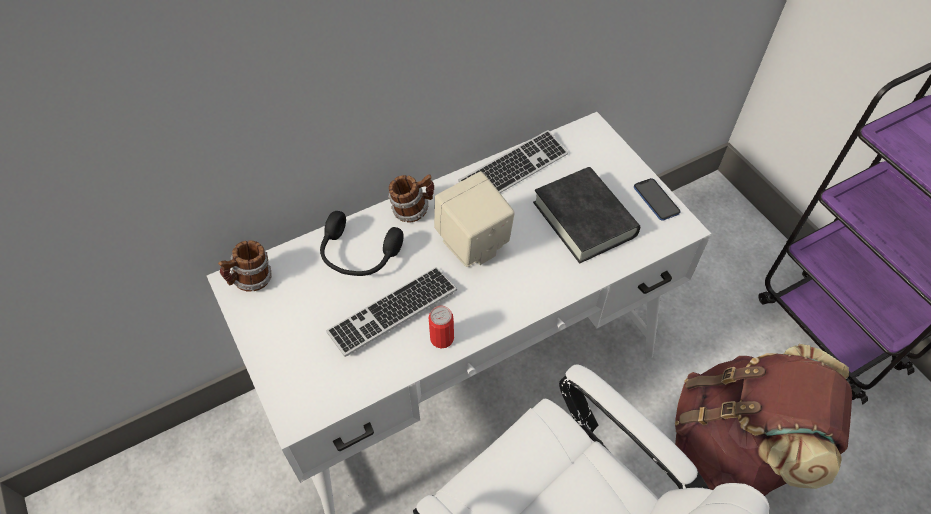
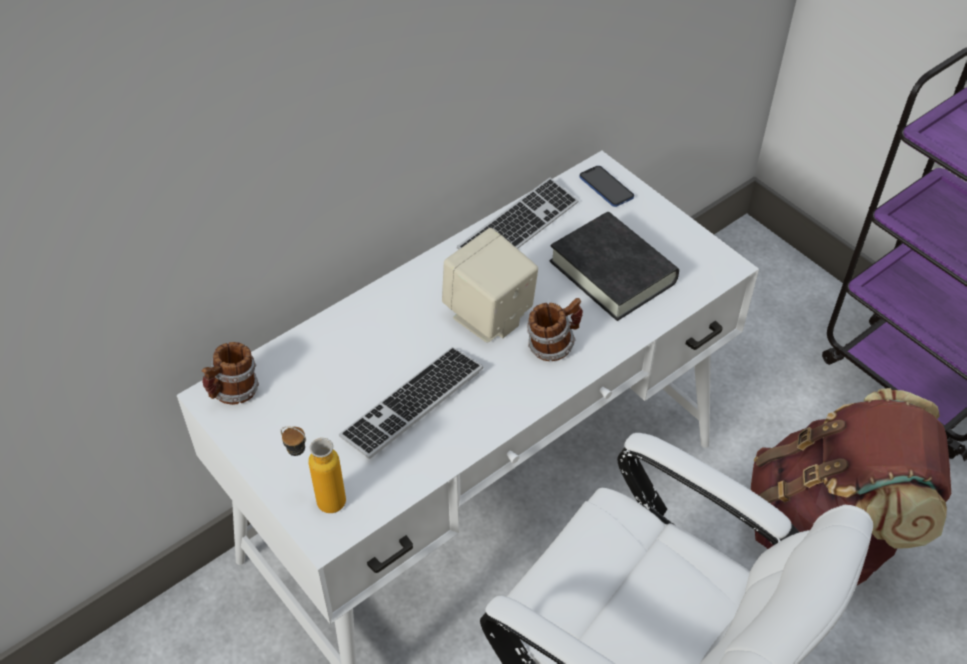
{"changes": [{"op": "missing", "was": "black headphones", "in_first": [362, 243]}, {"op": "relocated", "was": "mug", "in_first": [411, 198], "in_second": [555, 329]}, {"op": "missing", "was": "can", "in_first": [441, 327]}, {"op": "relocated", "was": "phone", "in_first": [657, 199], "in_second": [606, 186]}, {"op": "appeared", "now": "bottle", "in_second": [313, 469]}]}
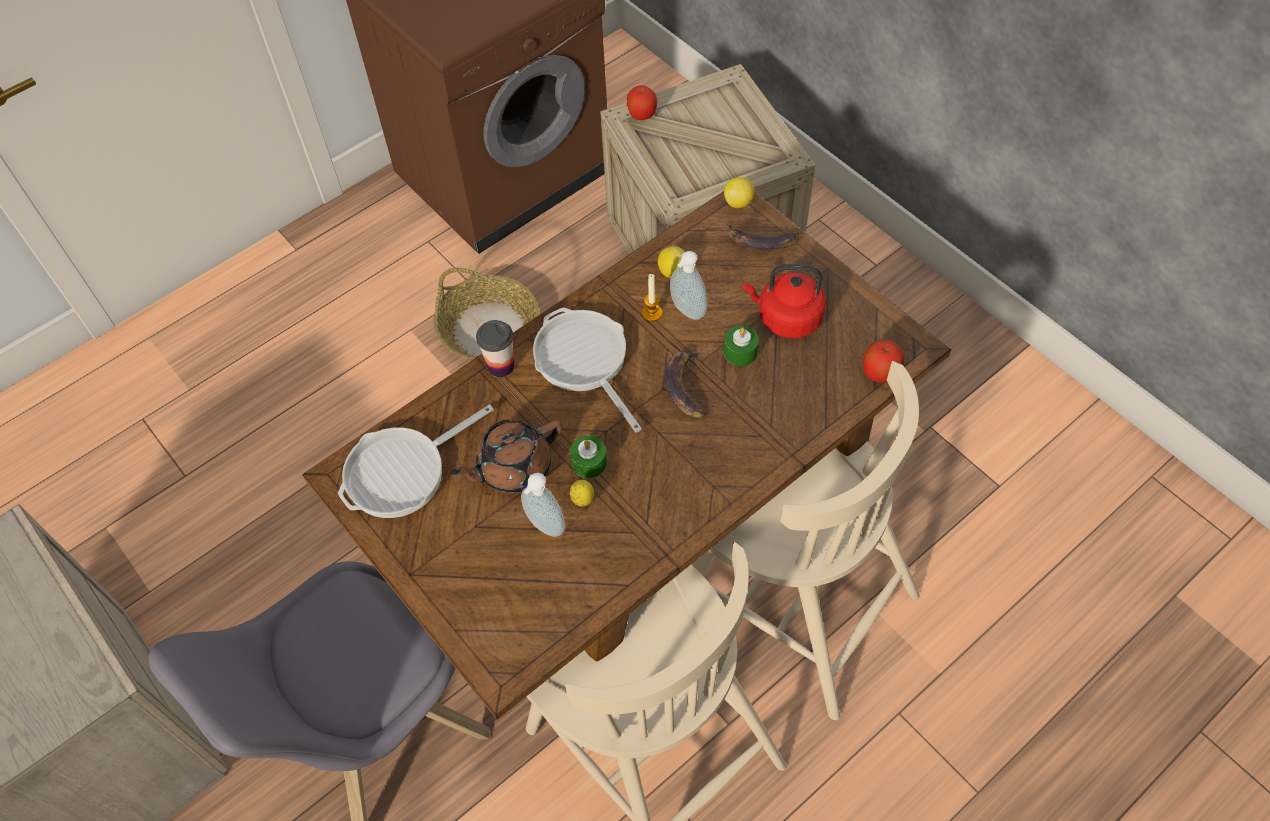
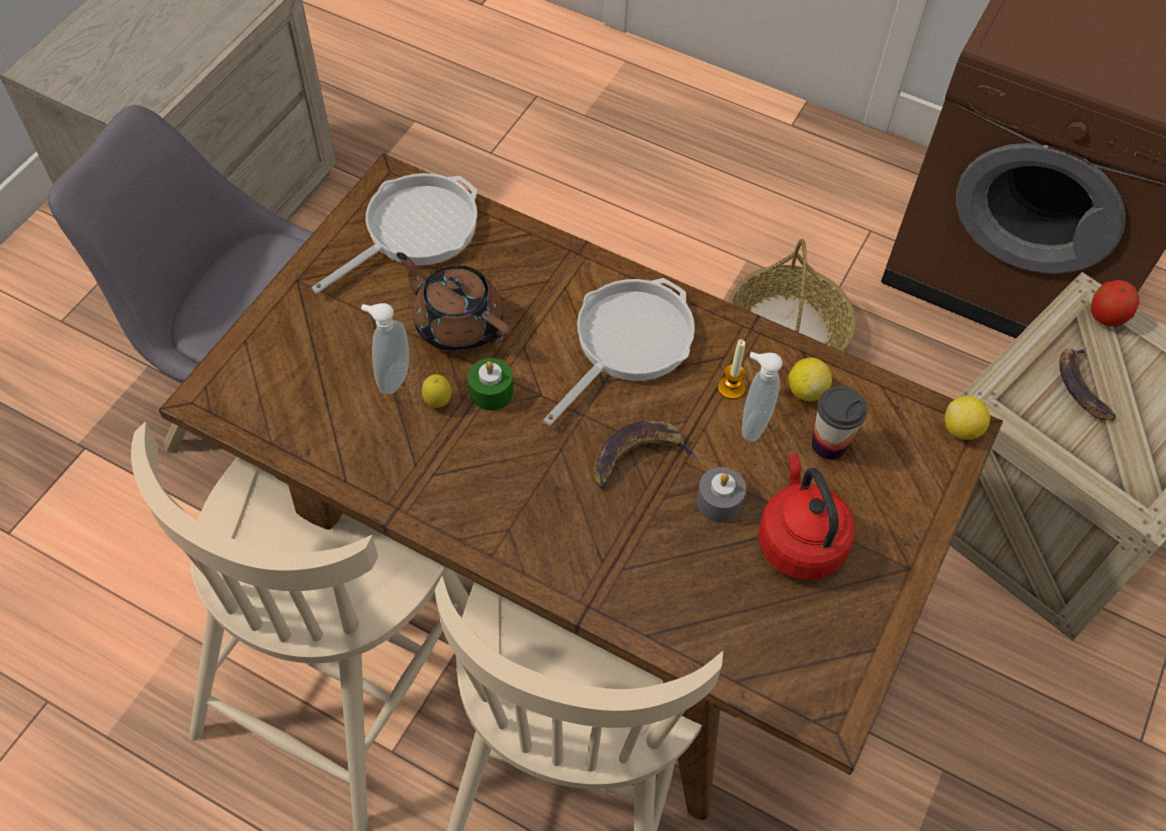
{"changes": [{"op": "spun", "was": "frying pan", "in_first": [416, 461], "in_second": [395, 233], "clockwise": 105}, {"op": "relocated", "was": "cup", "in_first": [495, 348], "in_second": [840, 423]}, {"op": "colour", "was": "green candle", "now": "grey candle", "in_first": [741, 346], "in_second": [721, 494]}, {"op": "relocated", "was": "banana", "in_first": [763, 236], "in_second": [1087, 384]}, {"op": "missing", "was": "apple", "in_first": [883, 361]}]}
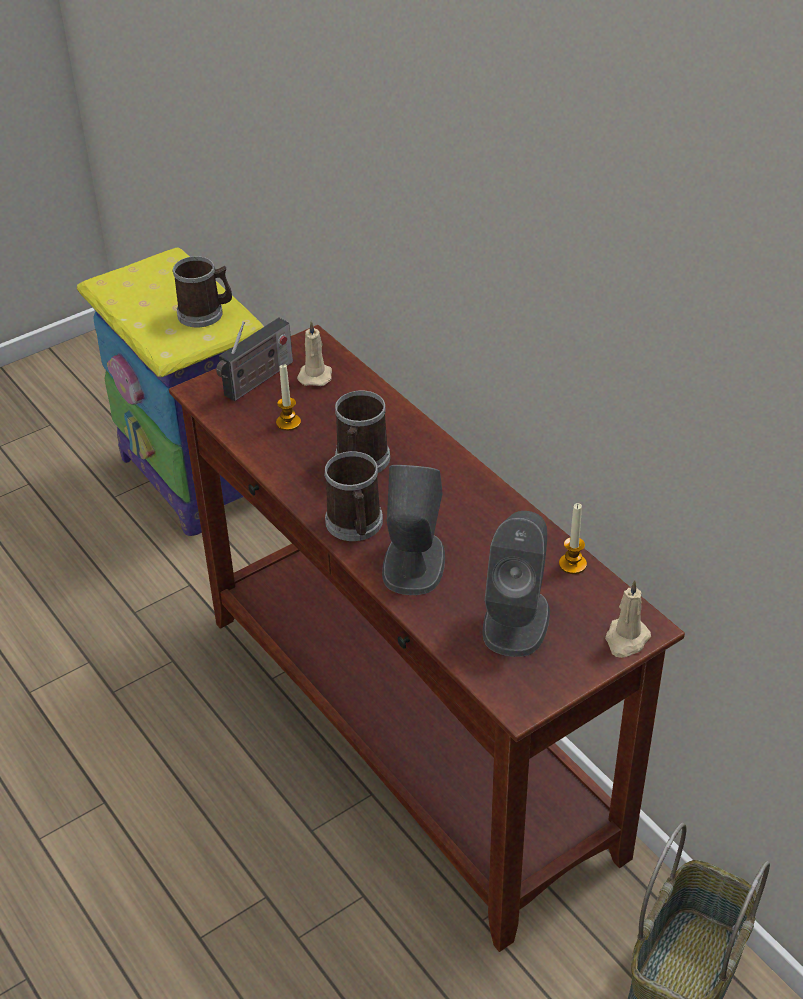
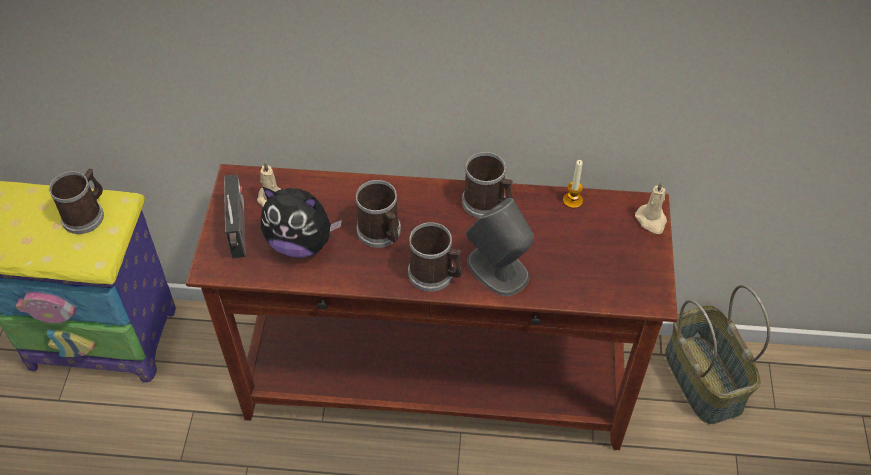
{"changes": [{"op": "exchanged", "was": "candle", "now": "plush toy", "in_first": [288, 397], "in_second": [301, 222]}, {"op": "missing", "was": "grey speaker", "in_first": [516, 584]}, {"op": "appeared", "now": "mug", "in_second": [487, 185]}]}
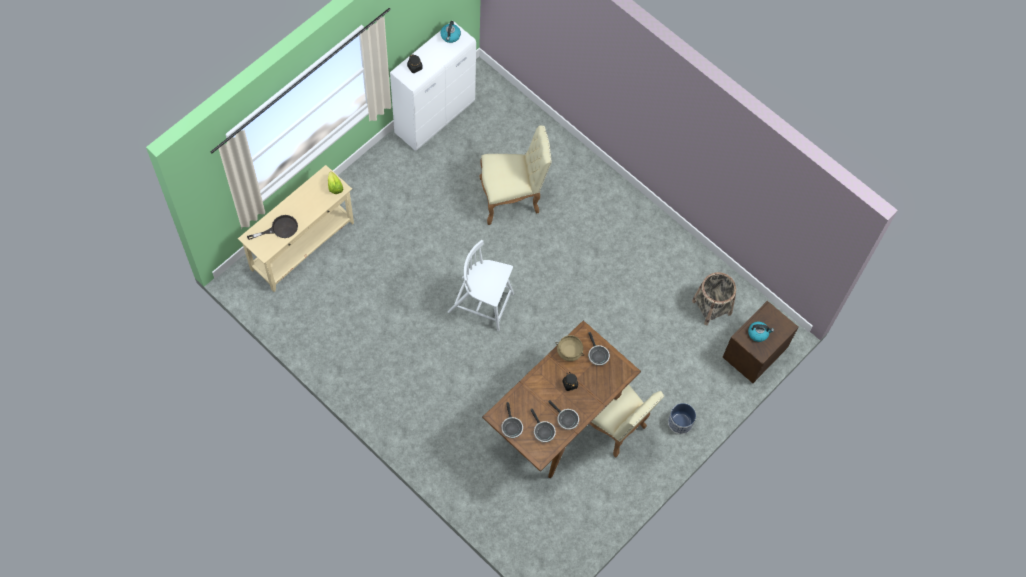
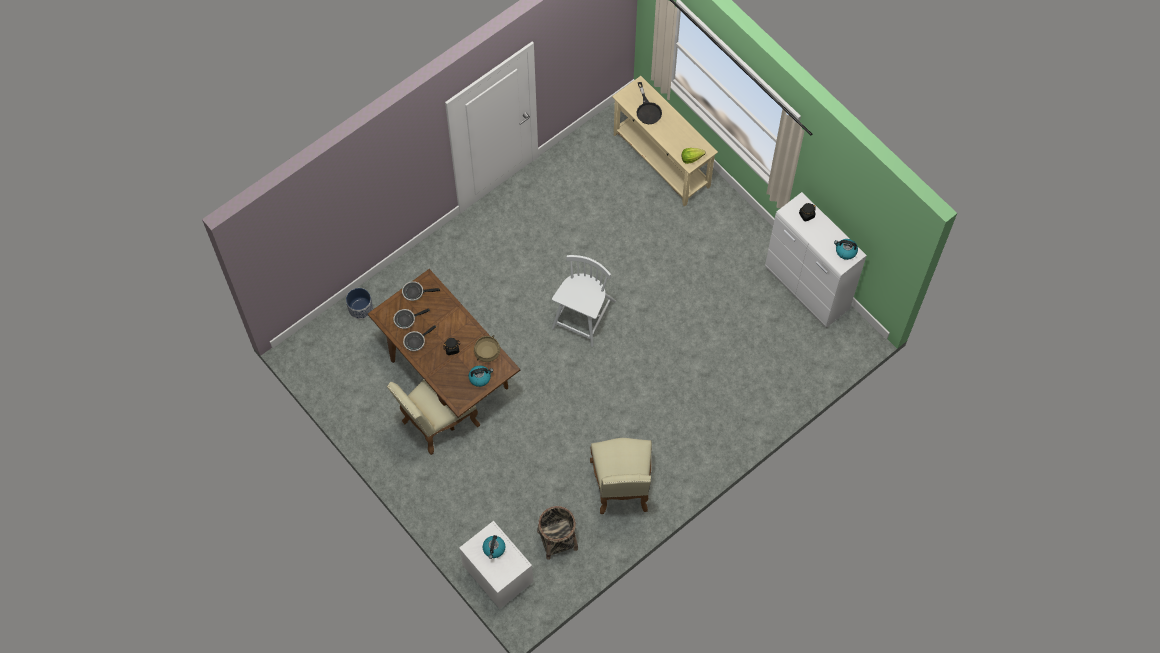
{"changes": [{"op": "relocated", "was": "beige chair", "in_first": [515, 175], "in_second": [621, 476]}, {"op": "exchanged", "was": "frying pan", "now": "kettle", "in_first": [599, 349], "in_second": [481, 376]}, {"op": "relocated", "was": "planter", "in_first": [682, 418], "in_second": [359, 303]}, {"op": "colour", "was": "brown nightstand", "now": "white nightstand", "in_first": [760, 342], "in_second": [496, 565]}]}
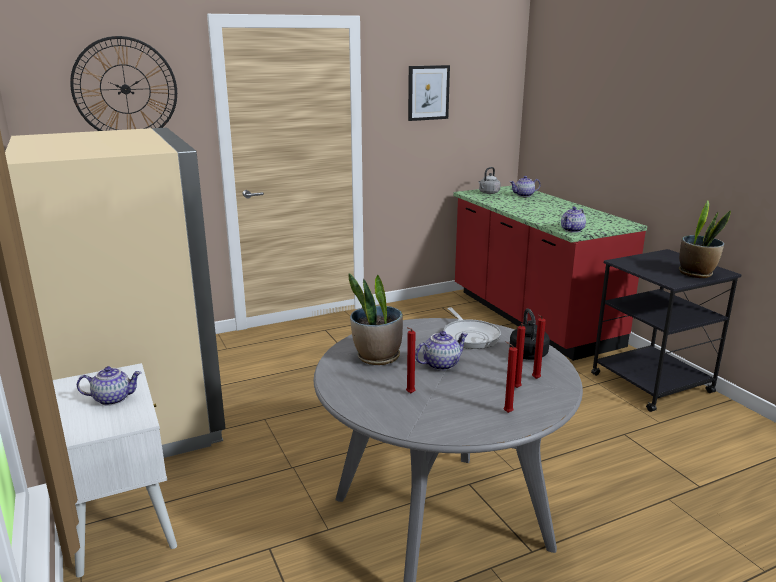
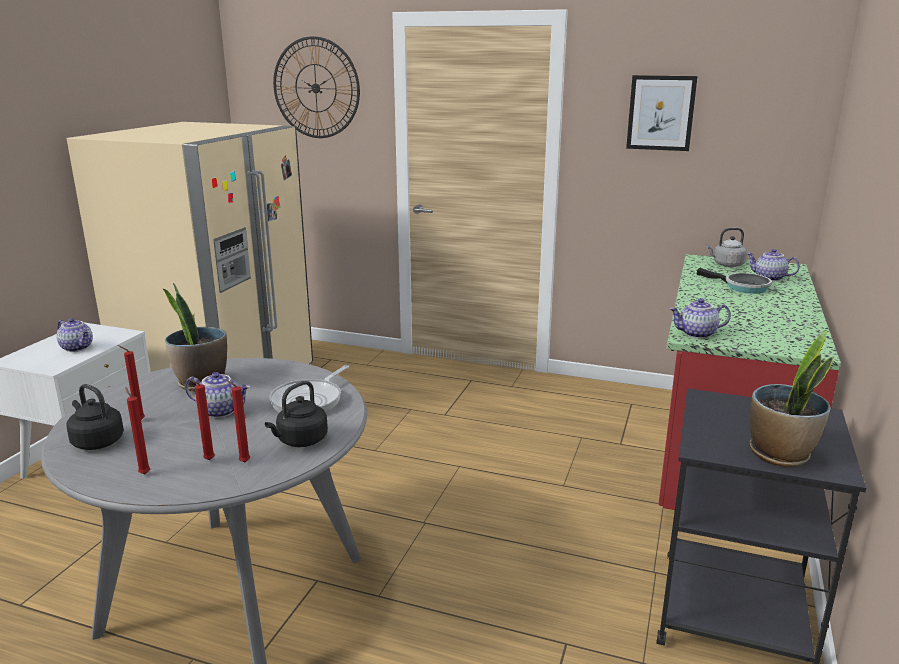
{"changes": [{"op": "appeared", "now": "black kettle", "in_second": [95, 417]}, {"op": "appeared", "now": "frying pan", "in_second": [734, 281]}]}
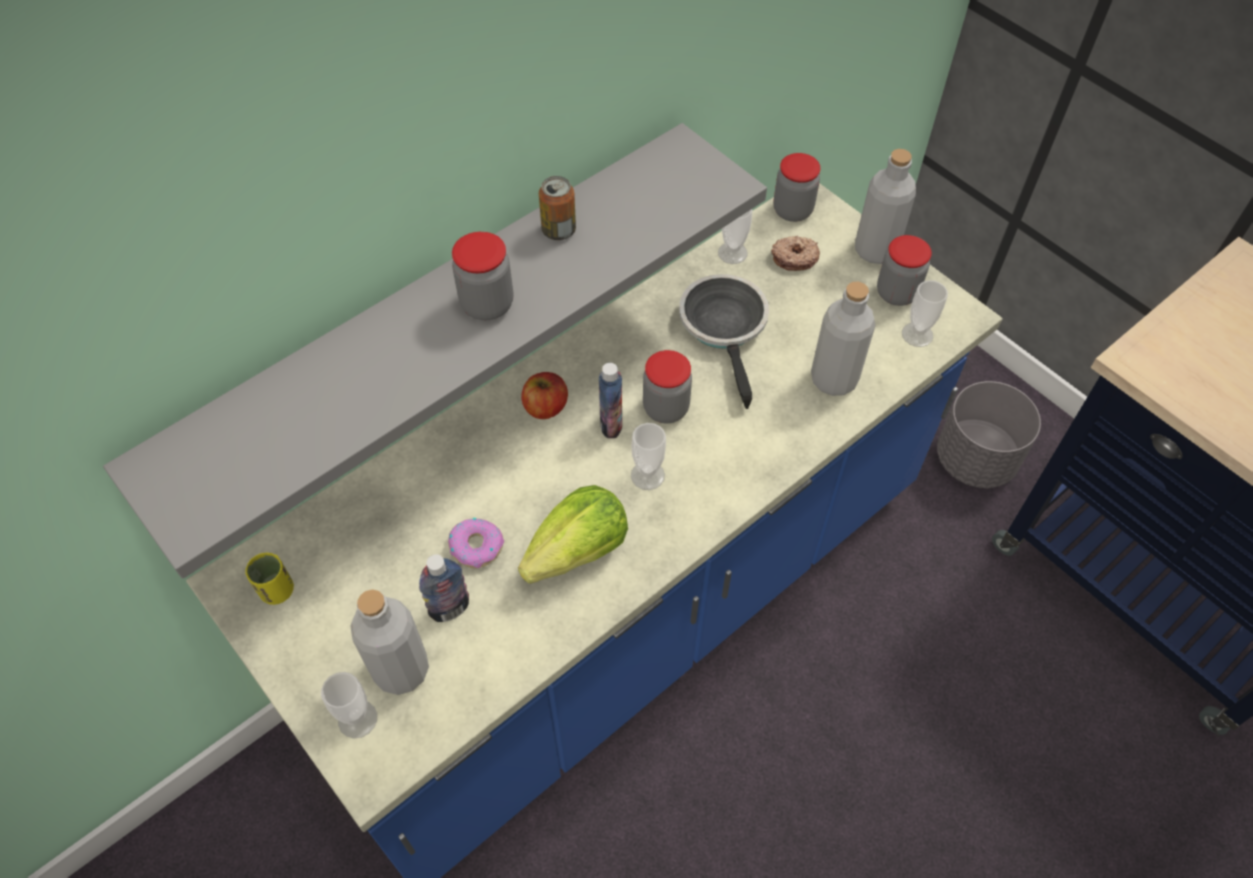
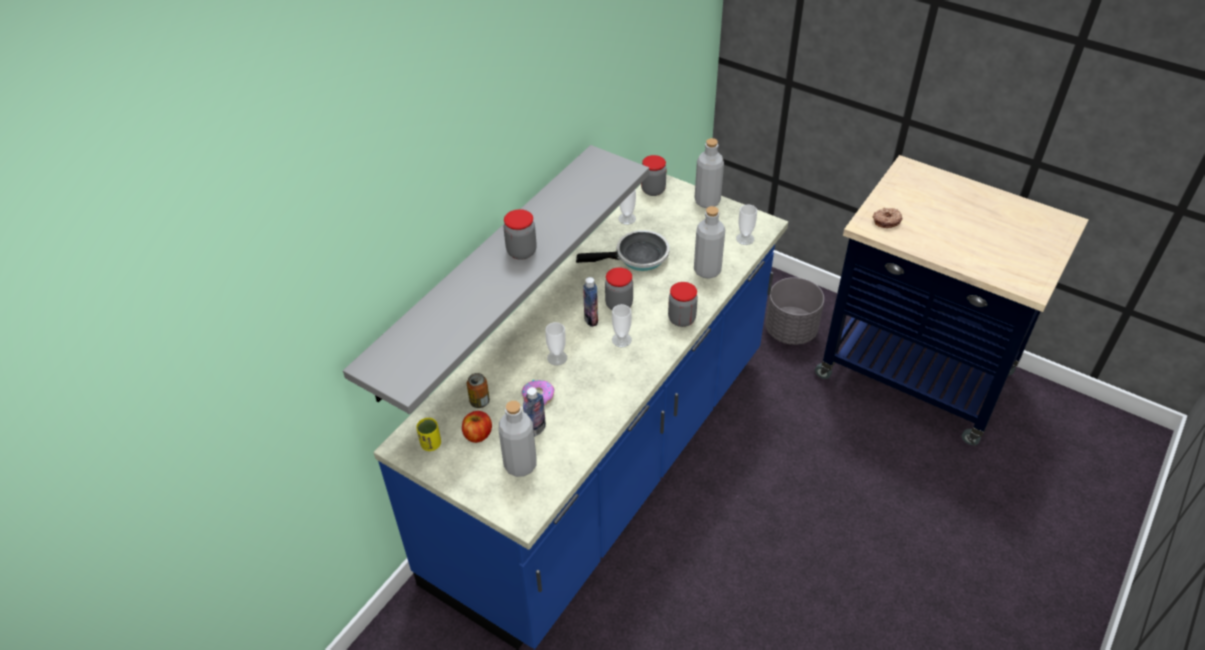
{"changes": [{"op": "relocated", "was": "cup", "in_first": [349, 705], "in_second": [556, 344]}, {"op": "missing", "was": "lettuce", "in_first": [573, 534]}, {"op": "relocated", "was": "apple", "in_first": [544, 395], "in_second": [477, 427]}, {"op": "relocated", "was": "can", "in_first": [557, 208], "in_second": [478, 390]}, {"op": "spun", "was": "frying pan", "in_first": [724, 341], "in_second": [623, 250], "clockwise": 105}, {"op": "relocated", "was": "donut", "in_first": [795, 253], "in_second": [887, 218]}, {"op": "relocated", "was": "jar", "in_first": [904, 270], "in_second": [683, 304]}]}
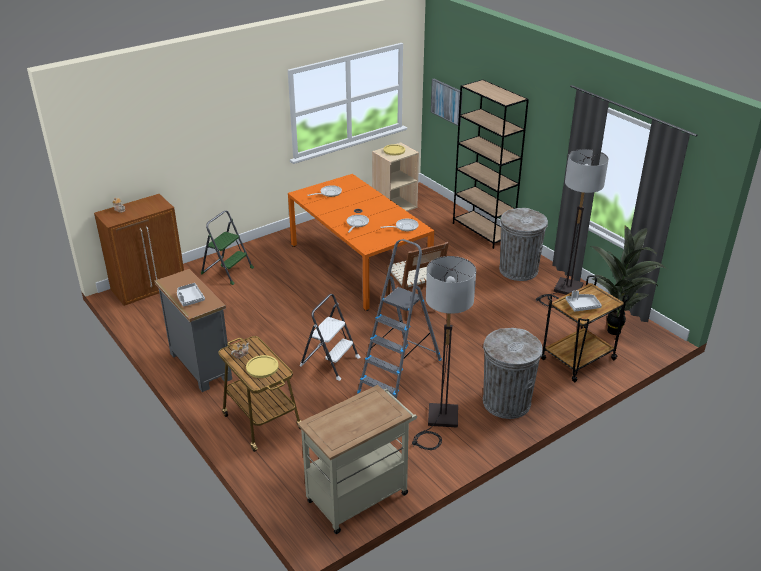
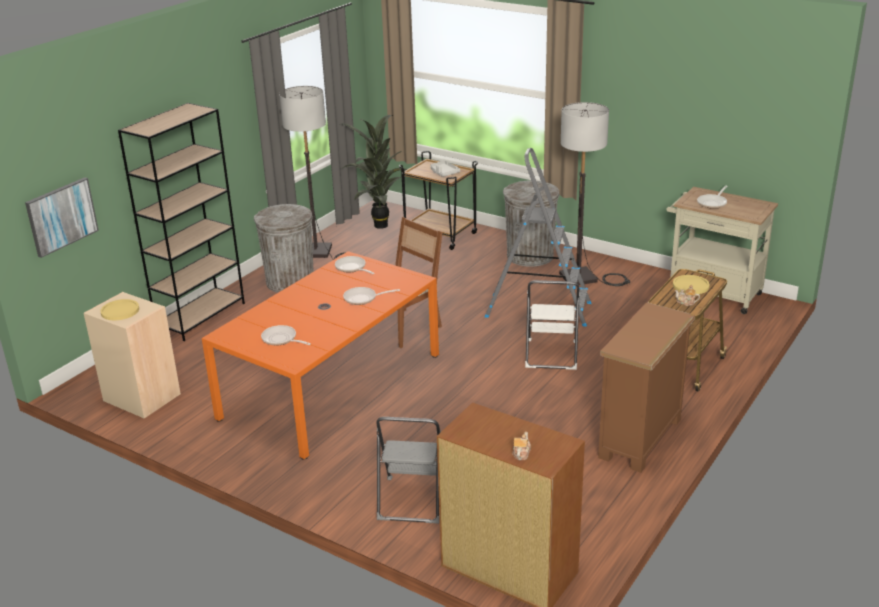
{"changes": [{"op": "colour", "was": "grey dresser", "now": "brown dresser", "in_first": [193, 330], "in_second": [646, 387]}, {"op": "missing", "was": "grey tray", "in_first": [191, 295]}, {"op": "colour", "was": "green step ladder", "now": "grey step ladder", "in_first": [227, 247], "in_second": [408, 470]}, {"op": "appeared", "now": "frying pan", "in_second": [712, 197]}]}
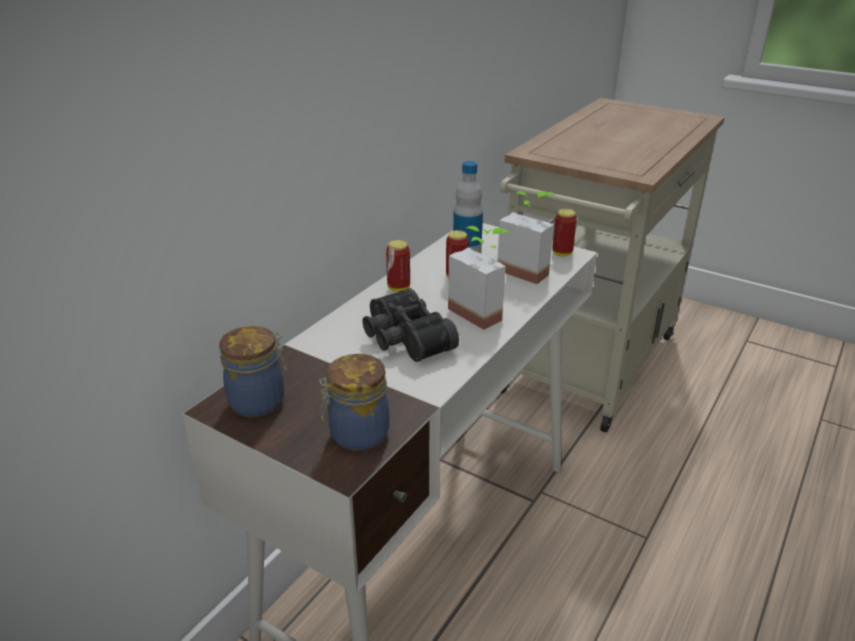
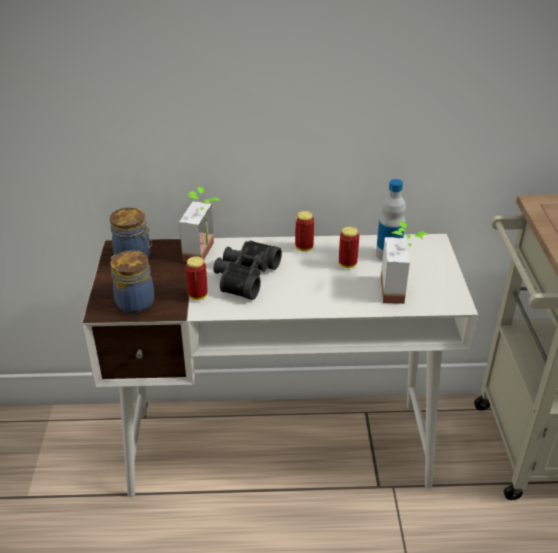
{"changes": [{"op": "relocated", "was": "potted plant", "in_first": [479, 278], "in_second": [200, 224]}, {"op": "relocated", "was": "can", "in_first": [564, 232], "in_second": [196, 278]}]}
